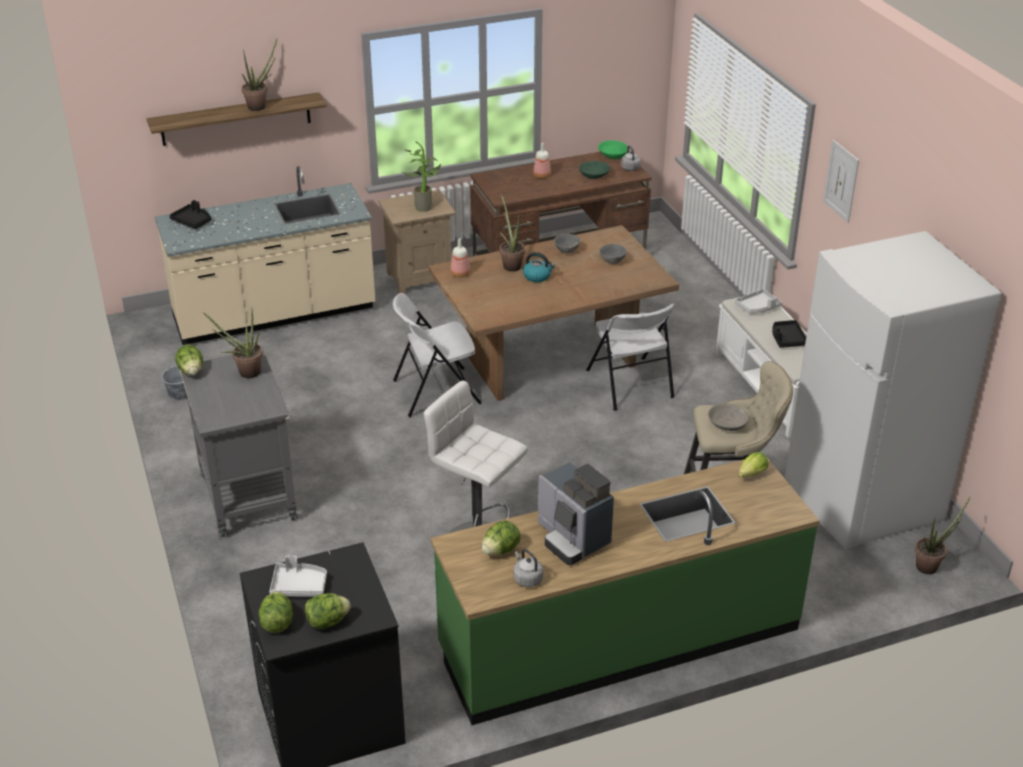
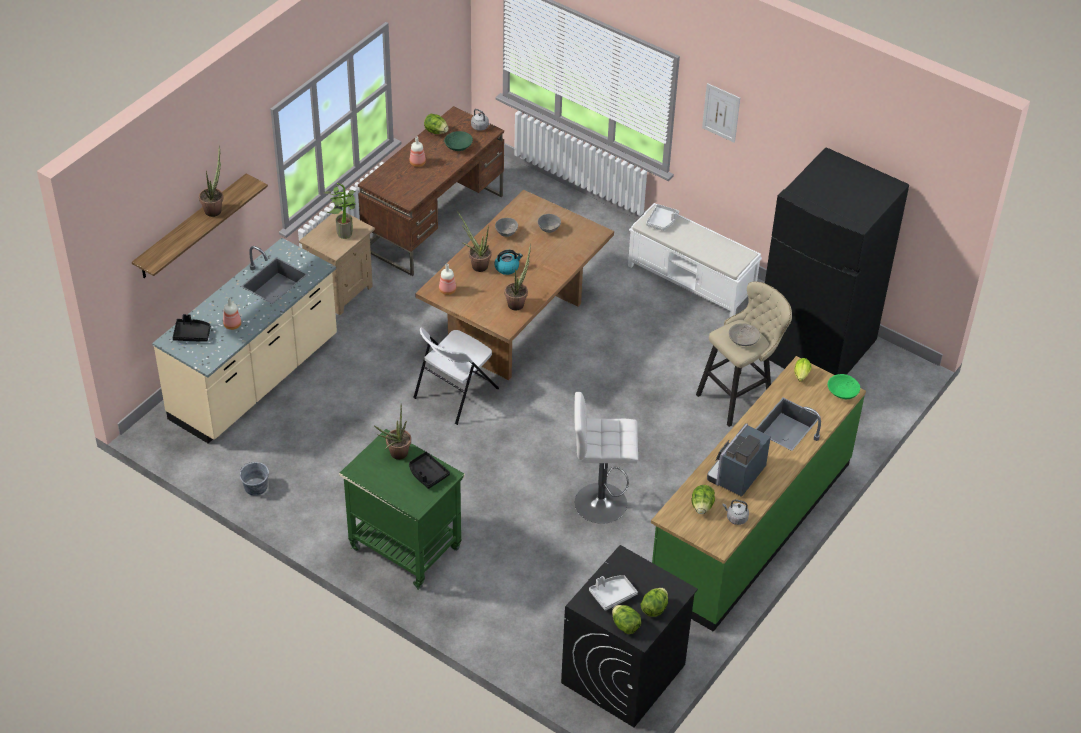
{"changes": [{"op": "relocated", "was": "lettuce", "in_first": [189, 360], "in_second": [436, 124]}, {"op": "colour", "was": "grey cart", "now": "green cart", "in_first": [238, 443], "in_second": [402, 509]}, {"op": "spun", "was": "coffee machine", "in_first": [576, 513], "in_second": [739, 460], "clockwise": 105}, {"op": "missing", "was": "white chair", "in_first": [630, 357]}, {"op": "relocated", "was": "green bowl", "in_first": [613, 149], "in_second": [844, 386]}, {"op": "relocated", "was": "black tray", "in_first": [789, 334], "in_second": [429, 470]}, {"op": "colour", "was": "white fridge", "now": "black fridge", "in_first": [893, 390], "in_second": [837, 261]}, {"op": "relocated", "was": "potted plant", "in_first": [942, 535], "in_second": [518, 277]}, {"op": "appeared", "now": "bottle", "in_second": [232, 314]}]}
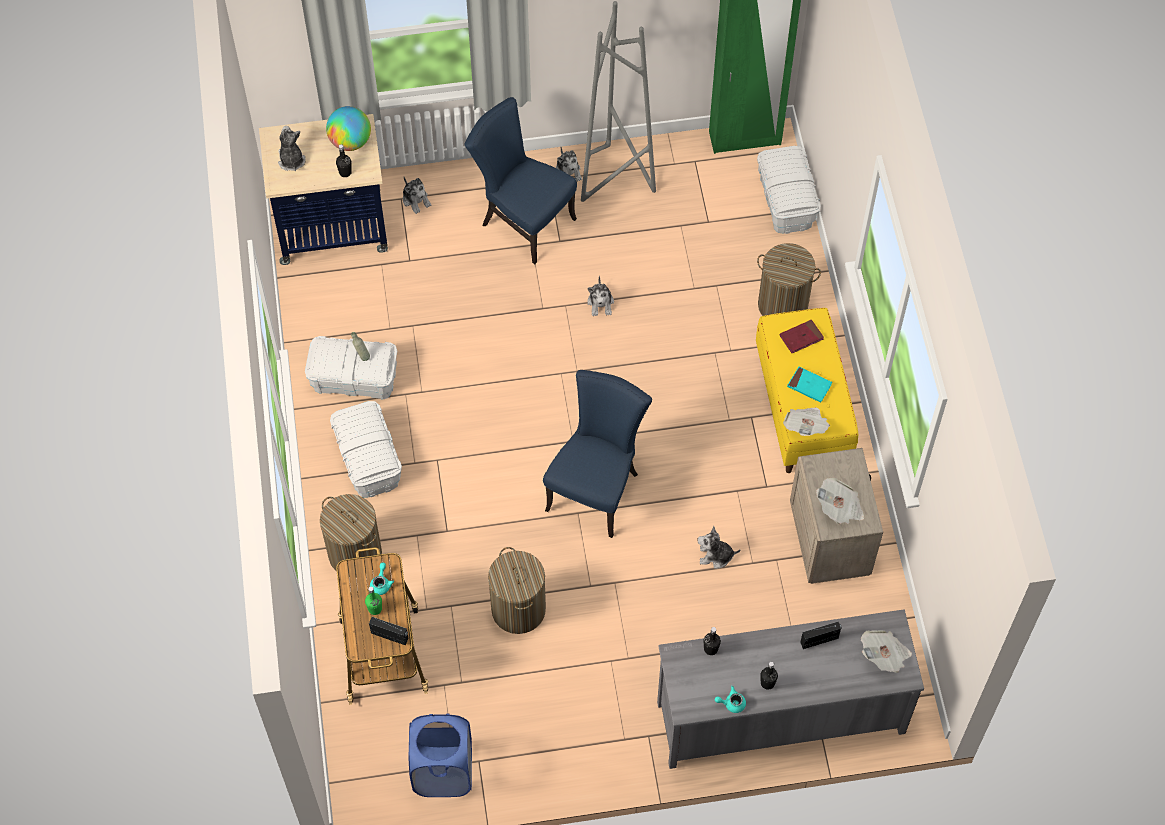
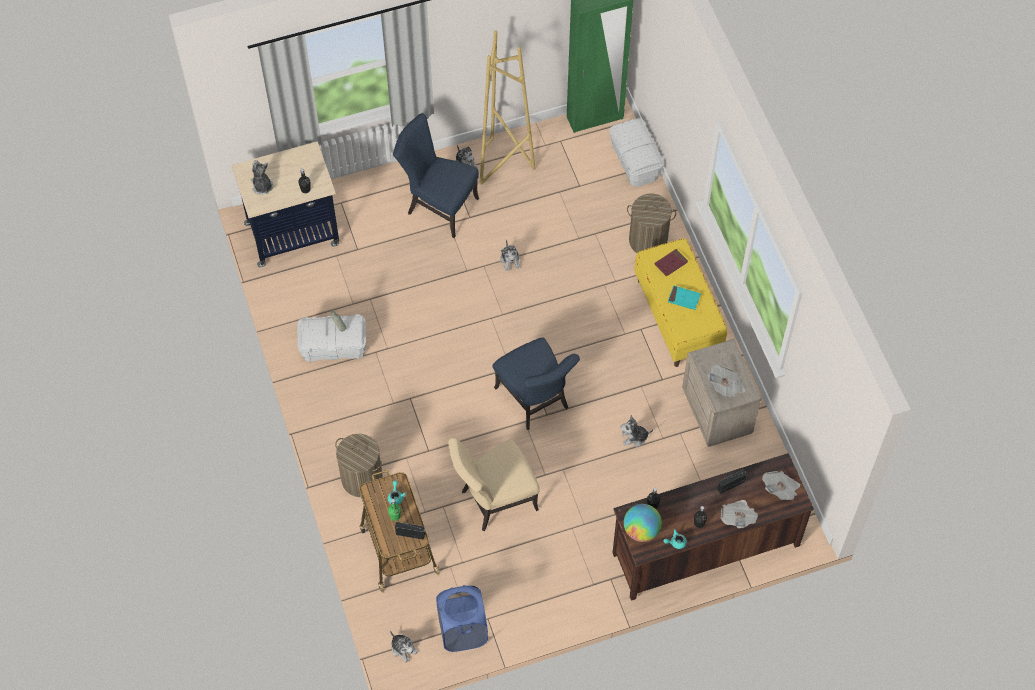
{"changes": [{"op": "relocated", "was": "globe", "in_first": [348, 128], "in_second": [643, 523]}, {"op": "missing", "was": "white storage box", "in_first": [366, 449]}, {"op": "relocated", "was": "plush toy", "in_first": [417, 195], "in_second": [404, 647]}, {"op": "exchanged", "was": "laundry basket", "now": "beige chair", "in_first": [517, 590], "in_second": [494, 484]}, {"op": "spun", "was": "blue chair", "in_first": [597, 454], "in_second": [536, 384], "clockwise": 135}, {"op": "colour", "was": "grey clothes rack", "now": "yellow clothes rack", "in_first": [618, 101], "in_second": [508, 107]}, {"op": "colour", "was": "grey dresser", "now": "brown dresser", "in_first": [790, 689], "in_second": [713, 527]}, {"op": "relocated", "was": "newspaper", "in_first": [806, 421], "in_second": [739, 514]}]}
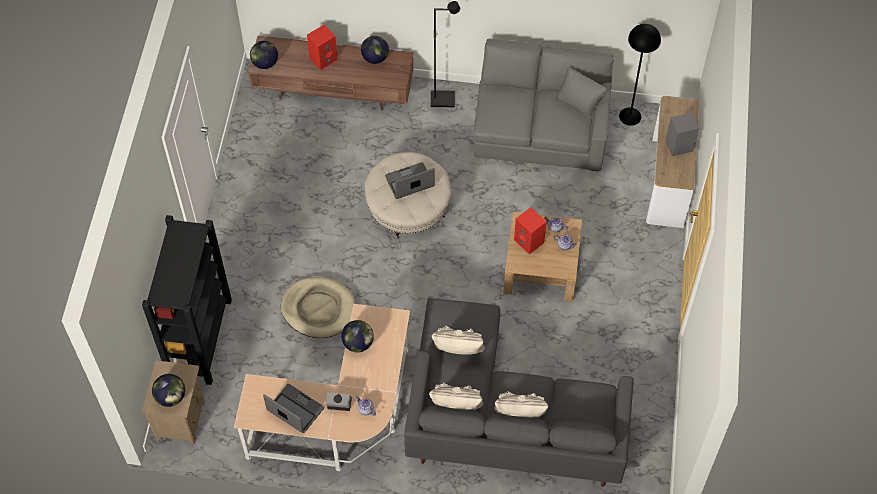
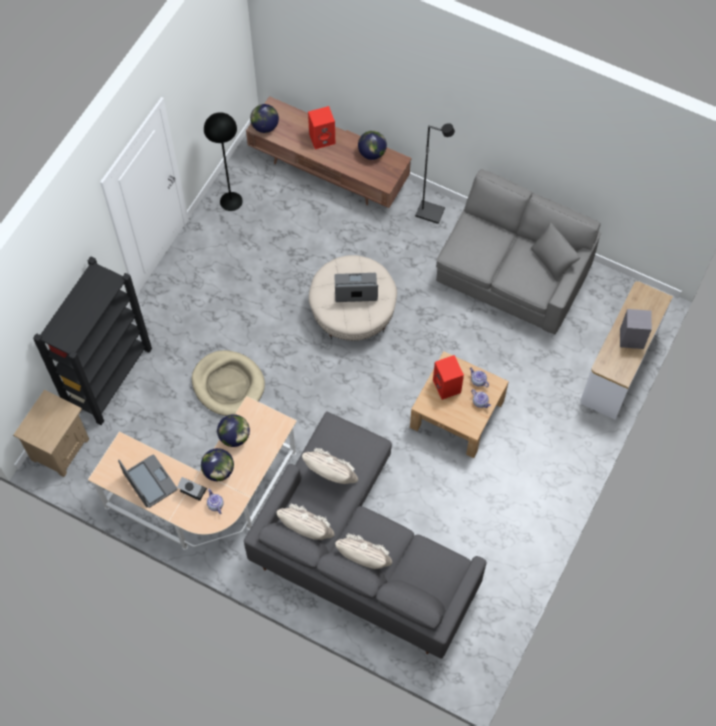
{"changes": [{"op": "relocated", "was": "globe", "in_first": [168, 390], "in_second": [217, 464]}, {"op": "relocated", "was": "black floor lamp", "in_first": [640, 75], "in_second": [223, 161]}]}
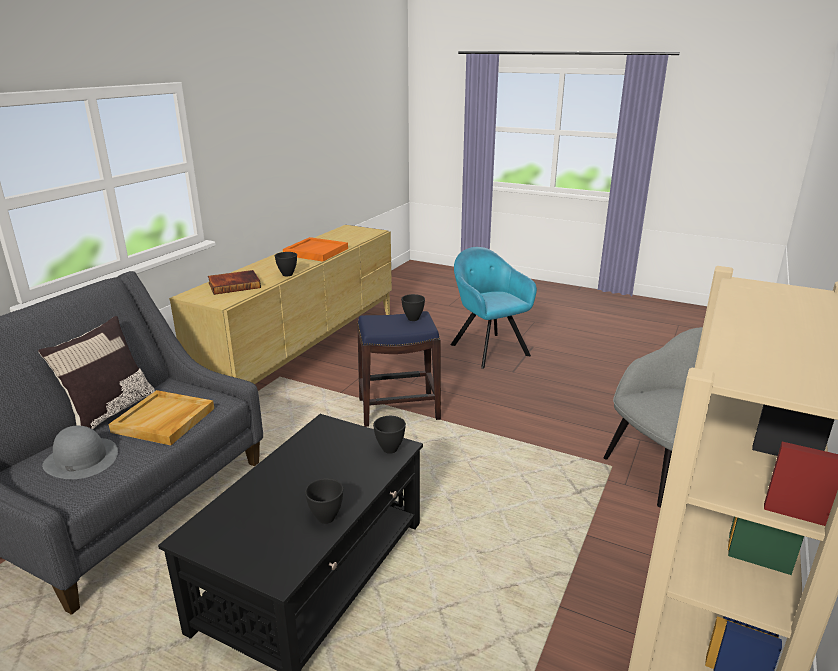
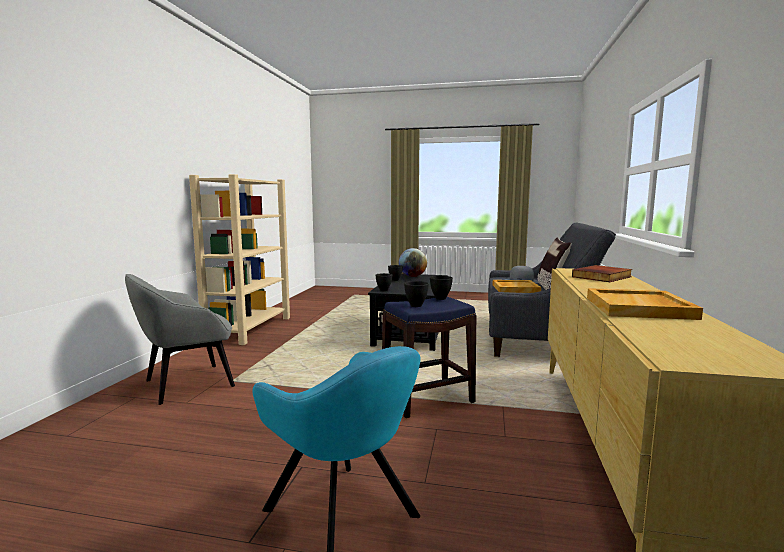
{"changes": [{"op": "relocated", "was": "black bowl", "in_first": [286, 264], "in_second": [441, 288]}, {"op": "colour", "was": "orange tray", "now": "beige tray", "in_first": [315, 249], "in_second": [645, 304]}, {"op": "appeared", "now": "globe", "in_second": [413, 262]}]}
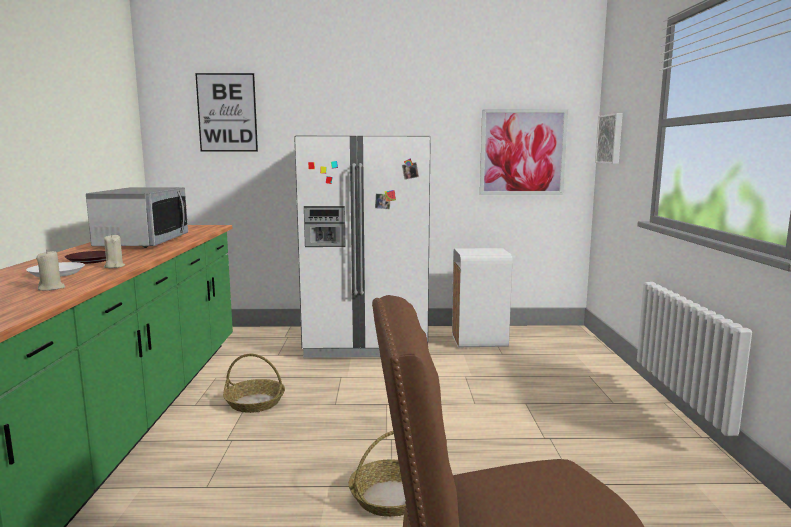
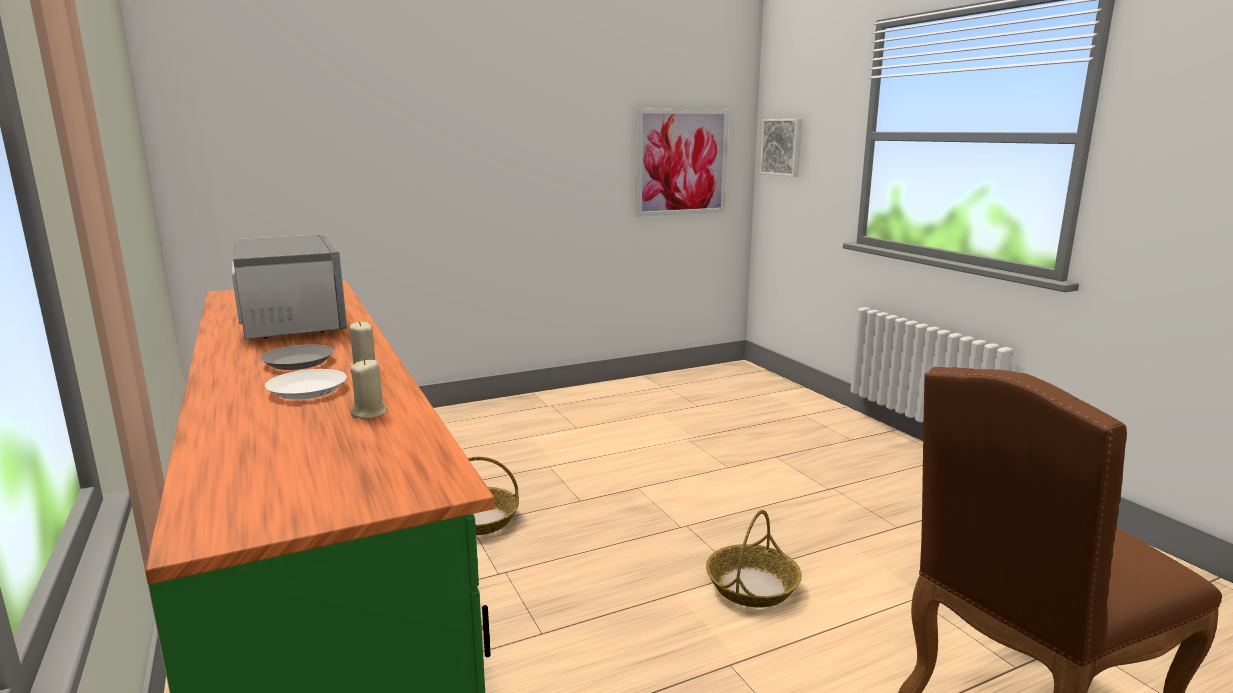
{"changes": [{"op": "colour", "was": "brown plate", "now": "grey plate", "in_first": [85, 257], "in_second": [297, 357]}, {"op": "missing", "was": "picture", "in_first": [226, 112]}, {"op": "missing", "was": "white fridge", "in_first": [362, 247]}, {"op": "missing", "was": "white trash can", "in_first": [482, 297]}]}
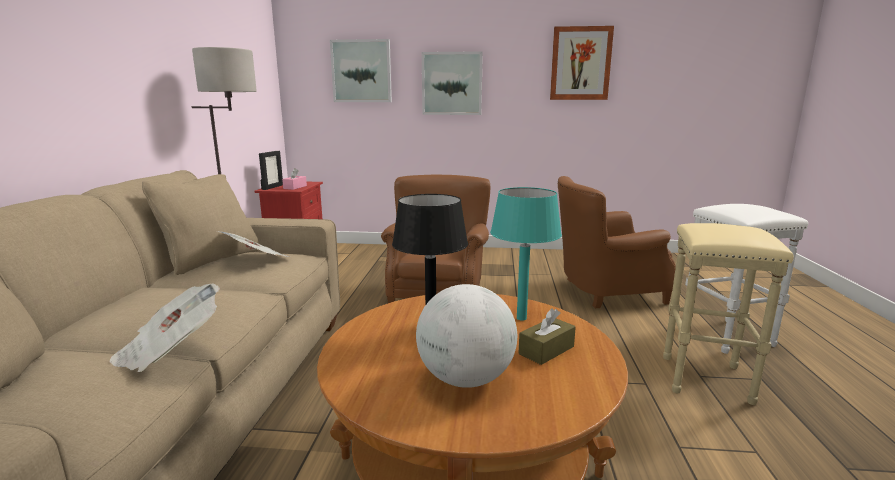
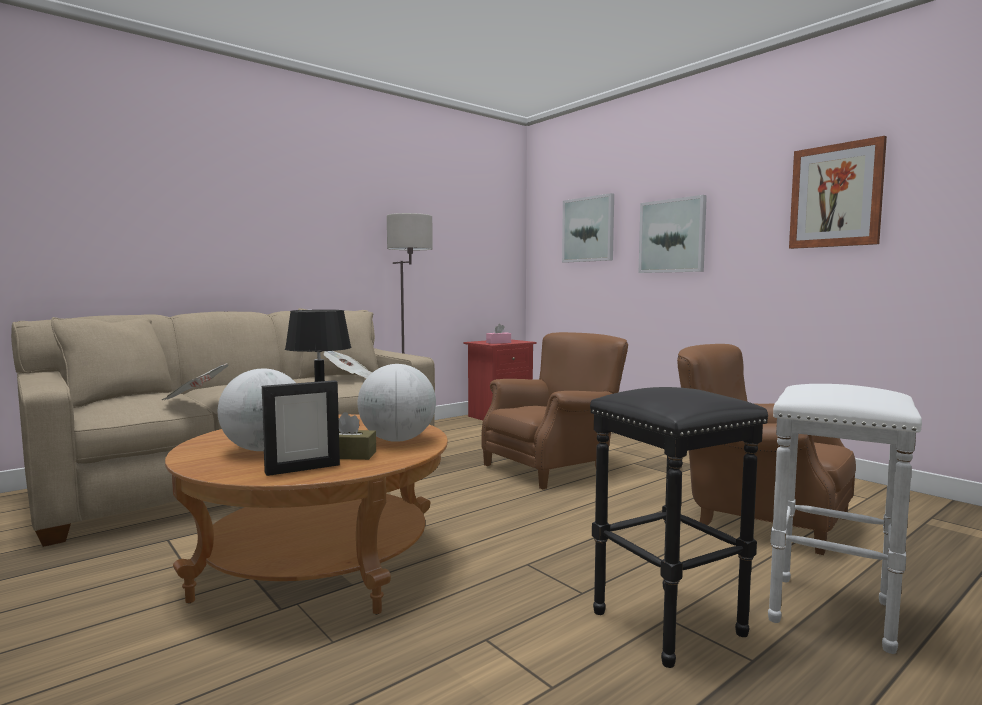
{"changes": [{"op": "relocated", "was": "picture frame", "in_first": [271, 170], "in_second": [301, 428]}, {"op": "exchanged", "was": "turquoise table lamp", "now": "globe", "in_first": [526, 253], "in_second": [397, 403]}, {"op": "colour", "was": "beige stool", "now": "black stool", "in_first": [728, 314], "in_second": [679, 527]}]}
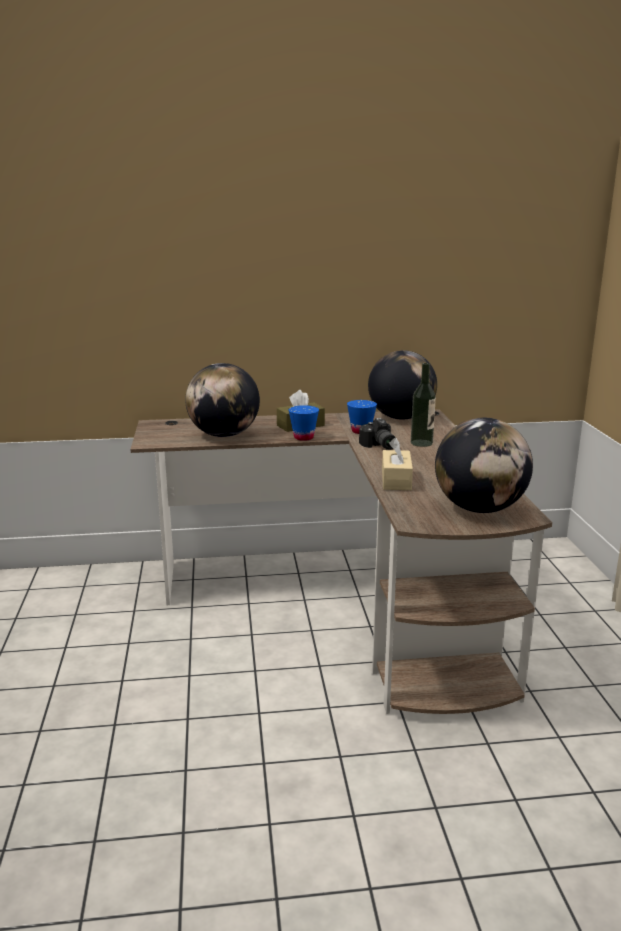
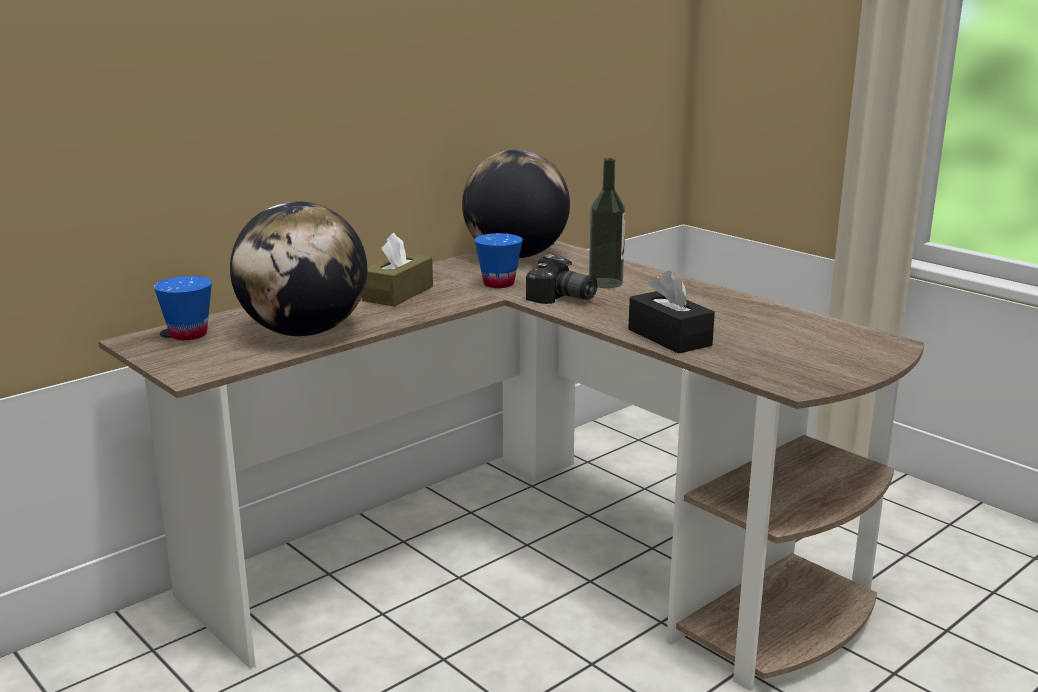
{"changes": [{"op": "relocated", "was": "blue cup", "in_first": [303, 423], "in_second": [183, 308]}, {"op": "colour", "was": "beige tissue box", "now": "black tissue box", "in_first": [397, 463], "in_second": [671, 312]}, {"op": "missing", "was": "globe", "in_first": [484, 465]}]}
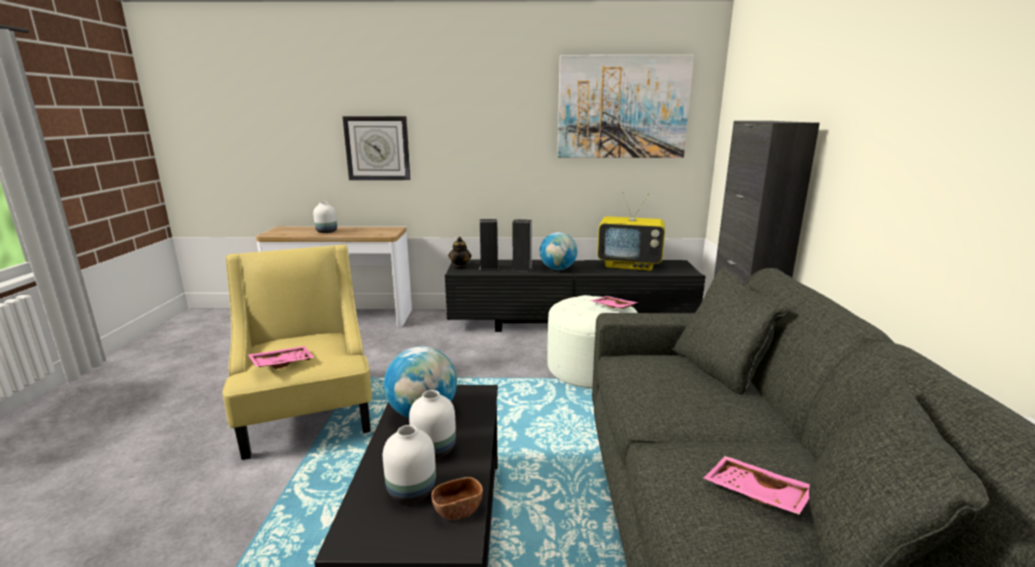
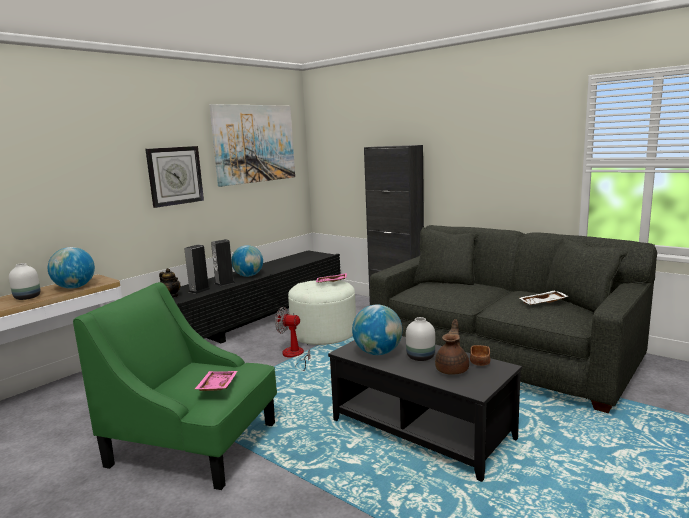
{"changes": [{"op": "colour", "was": "yellow armchair", "now": "green armchair", "in_first": [297, 352], "in_second": [175, 386]}, {"op": "relocated", "was": "wall clock", "in_first": [377, 148], "in_second": [174, 177]}, {"op": "exchanged", "was": "white vase", "now": "brown teapot", "in_first": [409, 464], "in_second": [452, 347]}, {"op": "missing", "was": "television", "in_first": [631, 231]}, {"op": "colour", "was": "pink tray", "now": "white tray", "in_first": [756, 485], "in_second": [544, 298]}, {"op": "appeared", "now": "globe", "in_second": [71, 268]}, {"op": "appeared", "now": "fan", "in_second": [293, 339]}]}
